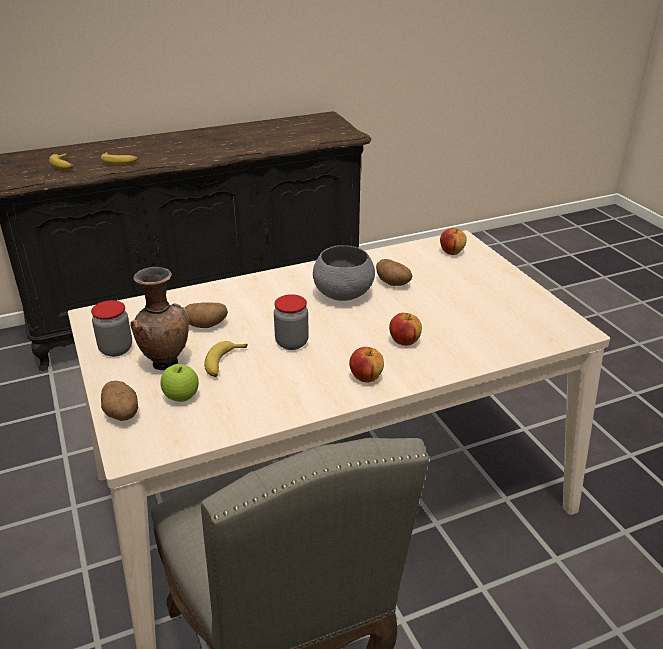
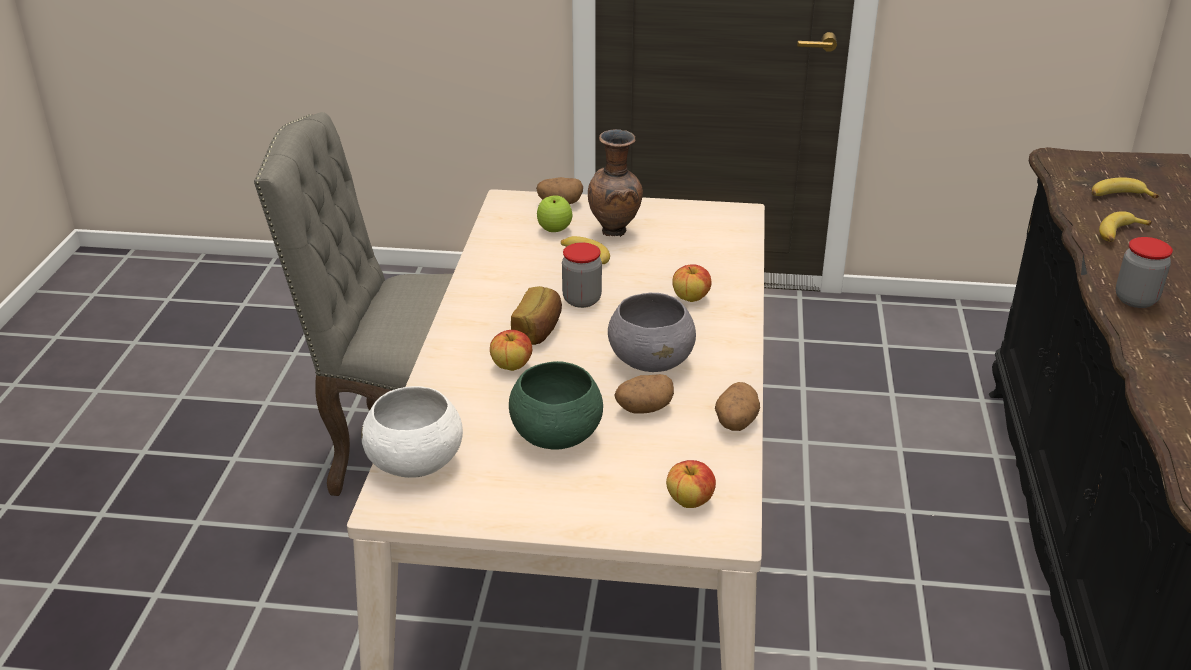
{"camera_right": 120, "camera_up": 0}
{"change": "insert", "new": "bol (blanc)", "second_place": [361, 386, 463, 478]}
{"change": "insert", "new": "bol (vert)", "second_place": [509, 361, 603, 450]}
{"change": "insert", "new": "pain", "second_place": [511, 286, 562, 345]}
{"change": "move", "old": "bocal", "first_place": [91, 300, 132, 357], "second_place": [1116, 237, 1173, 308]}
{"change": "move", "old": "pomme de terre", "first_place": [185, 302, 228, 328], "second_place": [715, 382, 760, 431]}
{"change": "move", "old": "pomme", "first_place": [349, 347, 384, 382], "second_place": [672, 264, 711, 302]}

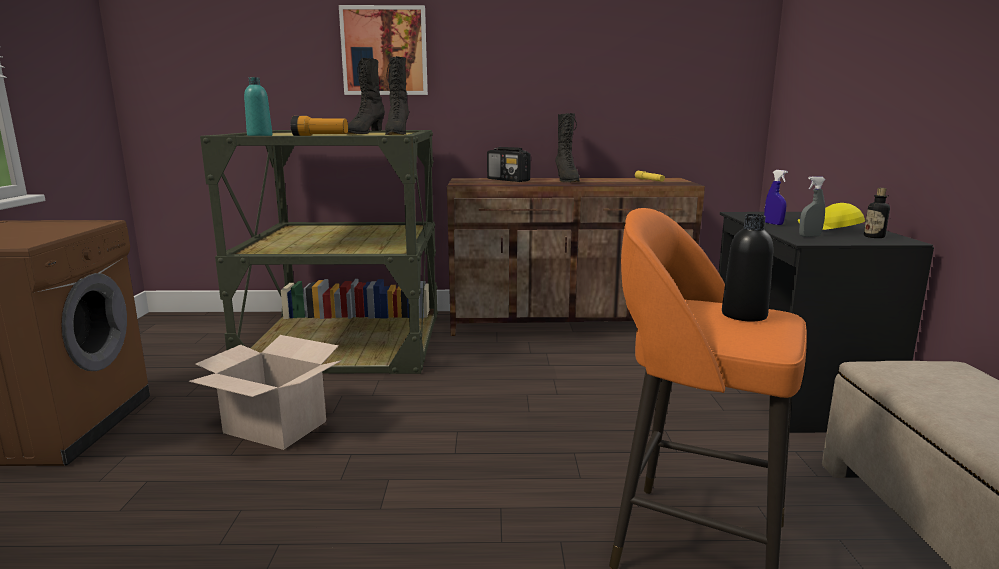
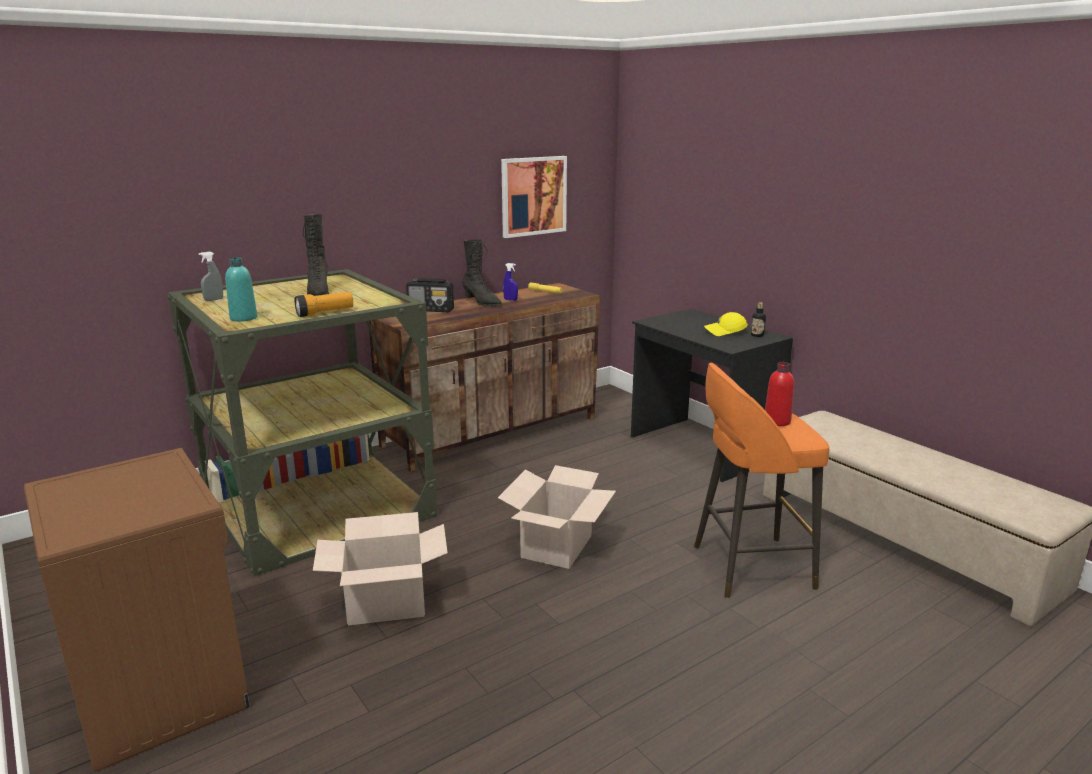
{"camera_right": -35, "camera_up": 5}
{"change": "delete", "old": "botte (noir)", "first_place": [385, 56, 409, 135]}
{"change": "insert", "new": "carton", "second_place": [498, 465, 616, 569]}
{"change": "move", "old": "tableau", "first_place": [339, 5, 428, 95], "second_place": [501, 156, 567, 238]}
{"change": "move", "old": "vaporisateur (bleu)", "first_place": [764, 170, 788, 225], "second_place": [503, 263, 518, 301]}
{"change": "move", "old": "vaporisateur (gris)", "first_place": [799, 176, 826, 237], "second_place": [199, 251, 223, 301]}
{"change": "recolor", "old": "bouteille (noir)", "new": "bouteille (rouge)", "first_place": [722, 214, 773, 322], "second_place": [765, 362, 794, 426]}

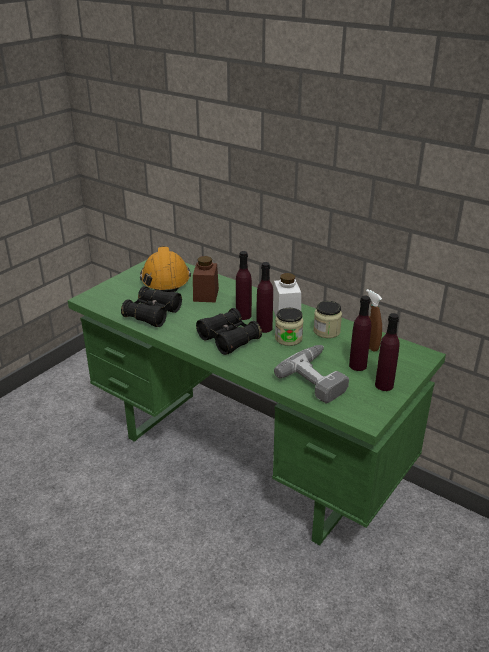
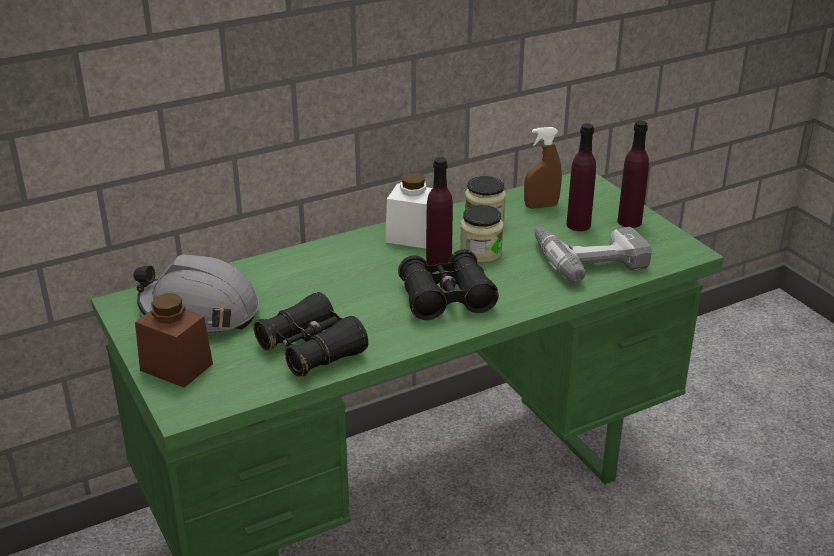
{"camera_right": -65, "camera_up": 0}
{"change": "delete", "old": "bouteille (violet)", "first_place": [236, 251, 252, 320]}
{"change": "move", "old": "bocal (marron)", "first_place": [193, 256, 219, 302], "second_place": [135, 293, 213, 388]}
{"change": "recolor", "old": "casque de chantier (orange)", "new": "casque de chantier (gris)", "first_place": [140, 246, 191, 292], "second_place": [133, 254, 259, 332]}

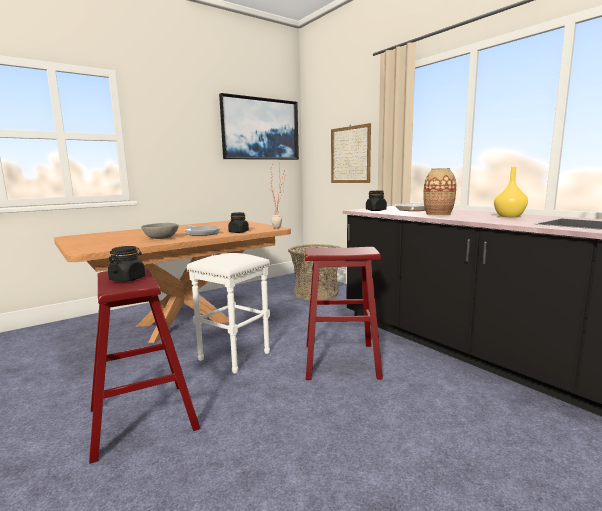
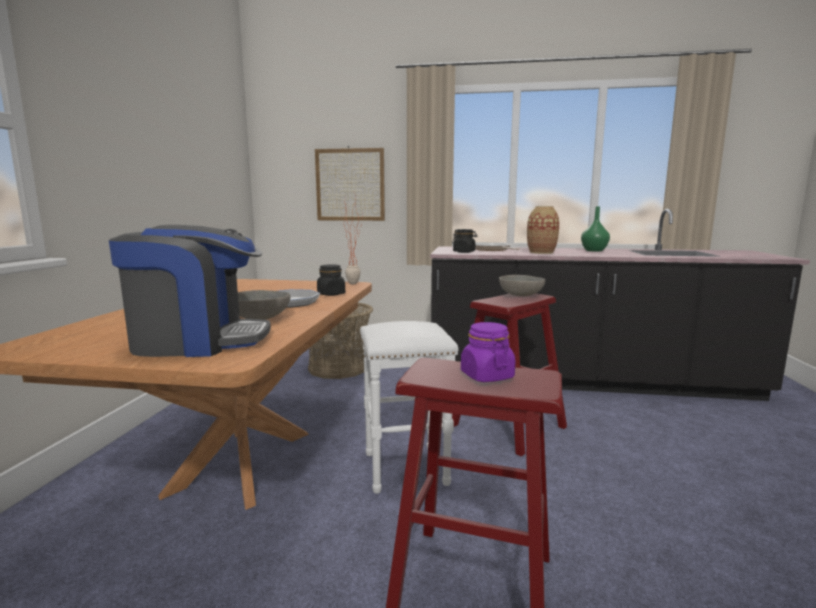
{"camera_right": -45, "camera_up": 0}
{"change": "delete", "old": "tableau", "first_place": [219, 93, 299, 160]}
{"change": "insert", "new": "machine à café", "second_place": [109, 225, 271, 357]}
{"change": "insert", "new": "bol (gris)", "second_place": [499, 275, 545, 297]}
{"change": "recolor", "old": "bocal (noir)", "new": "bocal (violet)", "first_place": [108, 246, 146, 282], "second_place": [461, 322, 516, 382]}
{"change": "recolor", "old": "vase (jaune)", "new": "vase (vert)", "first_place": [494, 167, 528, 217], "second_place": [581, 206, 610, 252]}

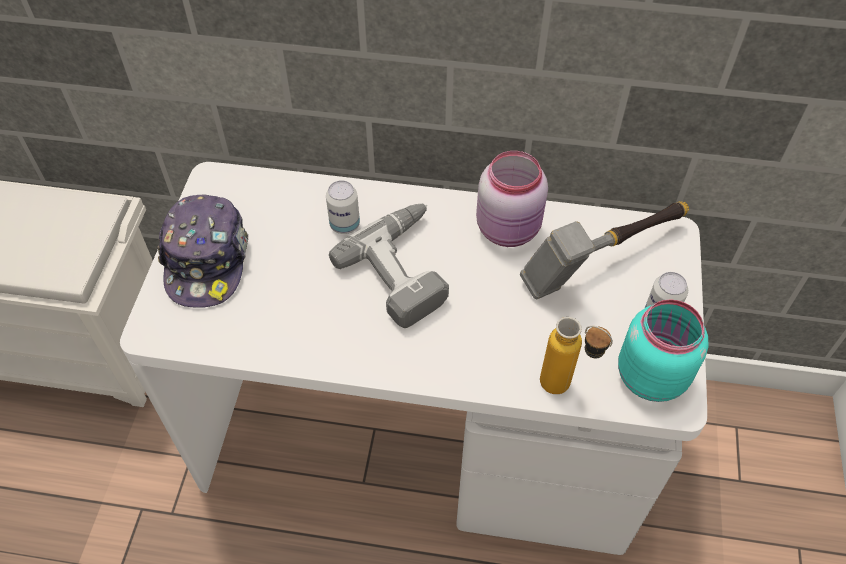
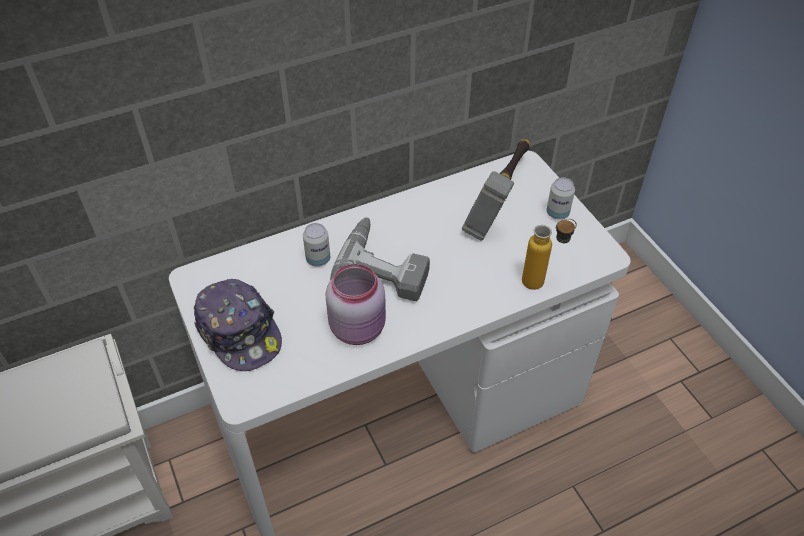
{"camera_right": -35, "camera_up": -5}
{"change": "delete", "old": "bocal (turquoise)", "first_place": [618, 299, 709, 402]}
{"change": "move", "old": "bocal (rose)", "first_place": [476, 151, 548, 247], "second_place": [326, 264, 386, 345]}

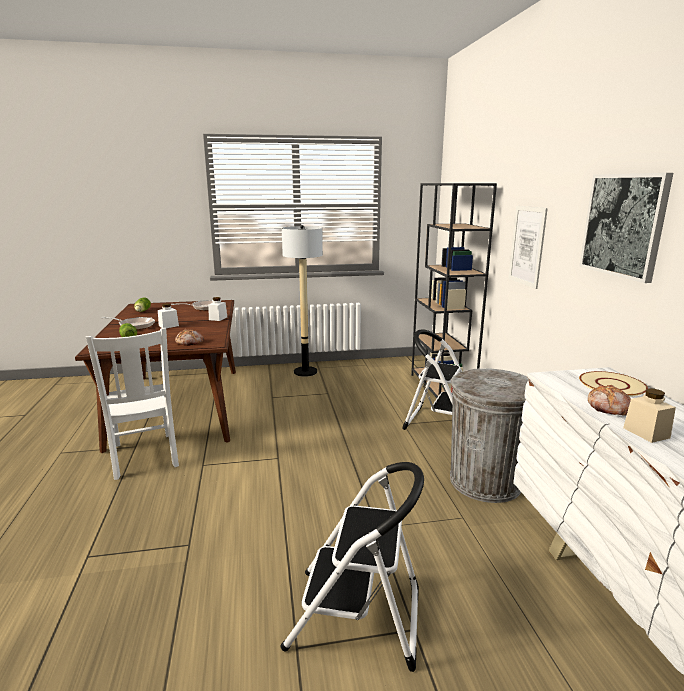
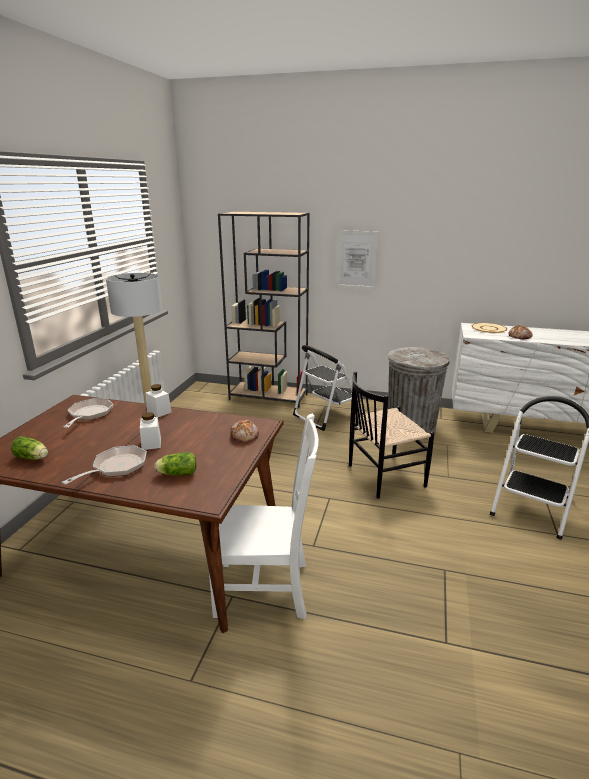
{"camera_right": -65, "camera_up": 5}
{"change": "delete", "old": "tableau", "first_place": [579, 173, 673, 283]}
{"change": "delete", "old": "bocal (beige)", "first_place": [623, 389, 676, 443]}
{"change": "insert", "new": "chaise (noir)", "second_place": [349, 372, 434, 499]}

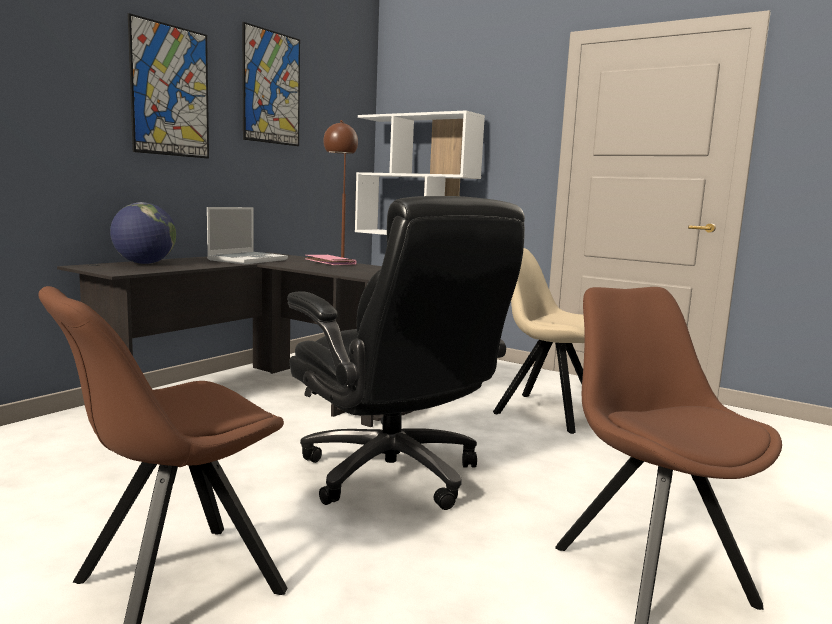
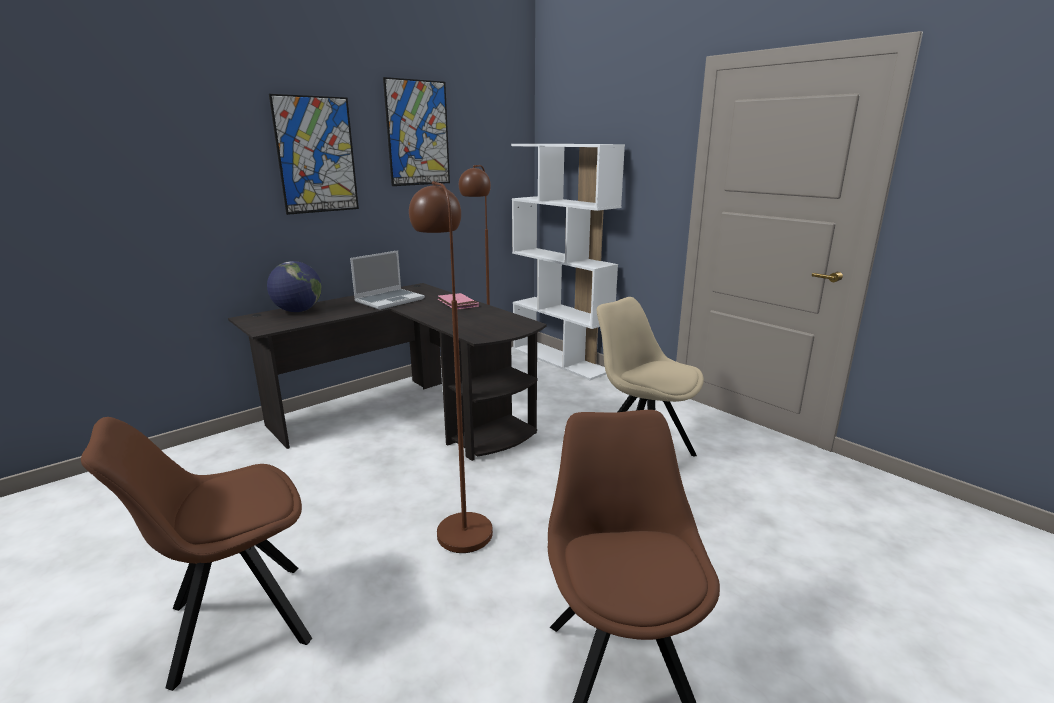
{"camera_right": 15, "camera_up": 10}
{"change": "replace", "old": "chaise de bureau (noir)", "new": "lampadaire (marron)", "first_place": [287, 196, 525, 510], "second_place": [409, 181, 493, 553]}

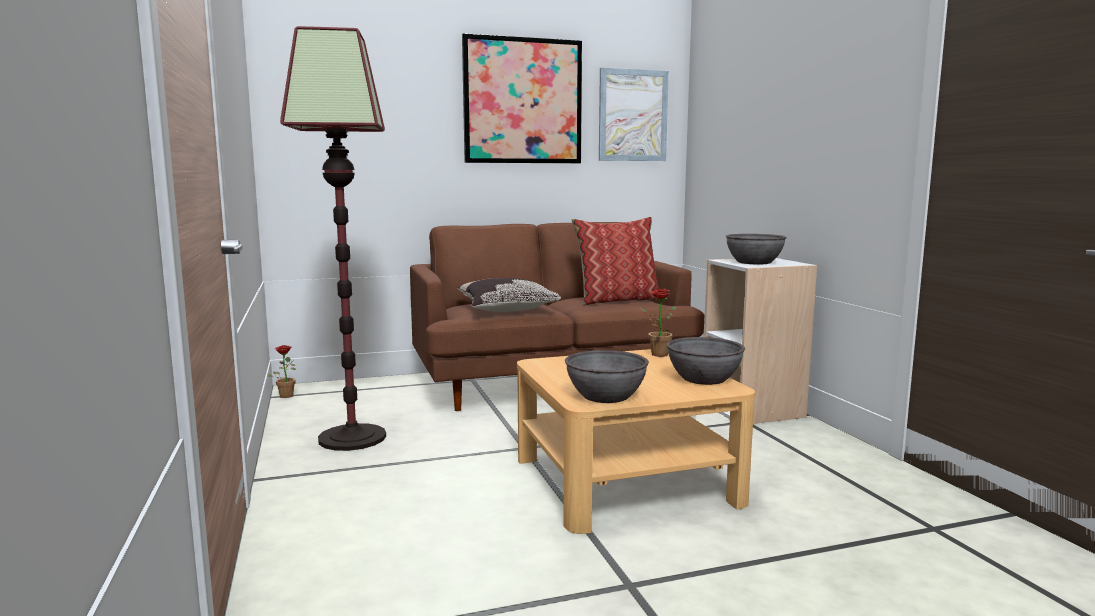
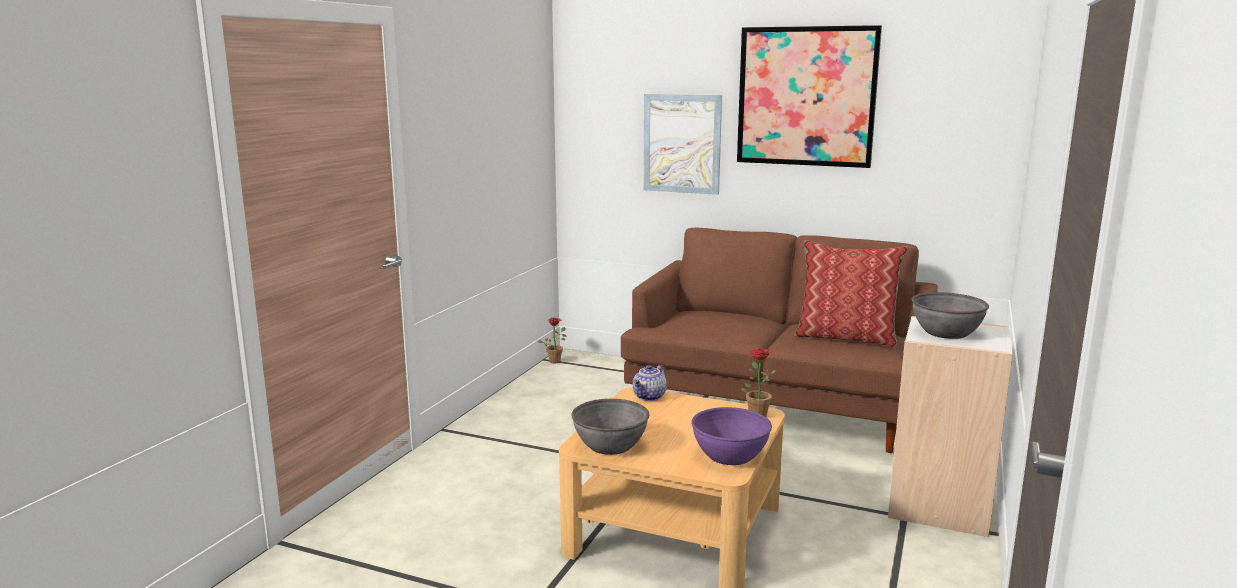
{"camera_right": 40, "camera_up": 5}
{"change": "delete", "old": "lampadaire", "first_place": [280, 26, 386, 451]}
{"change": "delete", "old": "coussin", "first_place": [457, 278, 561, 312]}
{"change": "insert", "new": "théière", "second_place": [633, 365, 667, 401]}
{"change": "move", "old": "tableau", "first_place": [599, 68, 669, 161], "second_place": [643, 94, 722, 195]}
{"change": "recolor", "old": "bol (gris)", "new": "bol (violet)", "first_place": [667, 337, 745, 385], "second_place": [691, 407, 772, 465]}

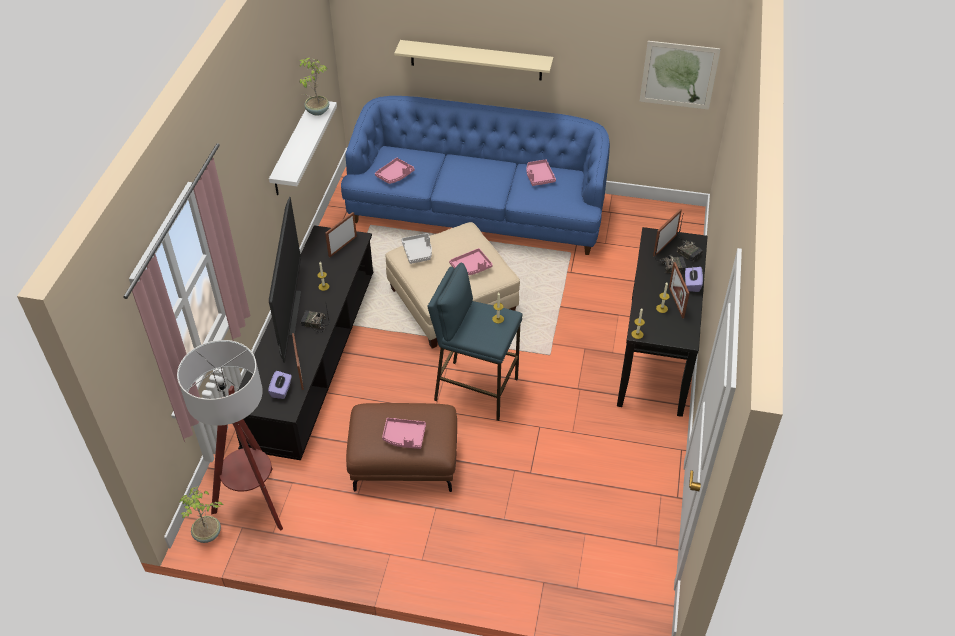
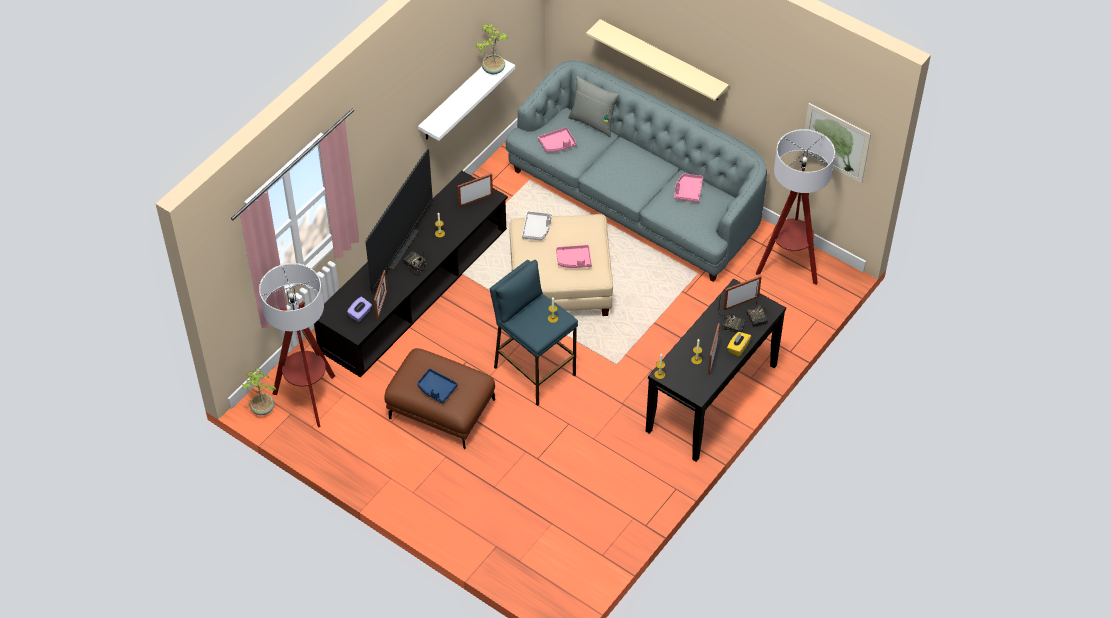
{"camera_right": 25, "camera_up": 5}
{"change": "insert", "new": "coussin (gris)", "second_place": [568, 76, 619, 137]}
{"change": "insert", "new": "lampadaire", "second_place": [756, 129, 835, 285]}
{"change": "recolor", "old": "canapé (bleu)", "new": "canapé (gris)", "first_place": [341, 96, 610, 255], "second_place": [506, 60, 767, 282]}
{"change": "recolor", "old": "plateau (rose)", "new": "plateau (bleu)", "first_place": [382, 418, 426, 449], "second_place": [417, 368, 458, 403]}
{"change": "recolor", "old": "boîte à mouchoirs (violet)", "new": "boîte à mouchoirs (jaune)", "first_place": [685, 267, 703, 292], "second_place": [727, 332, 751, 357]}

